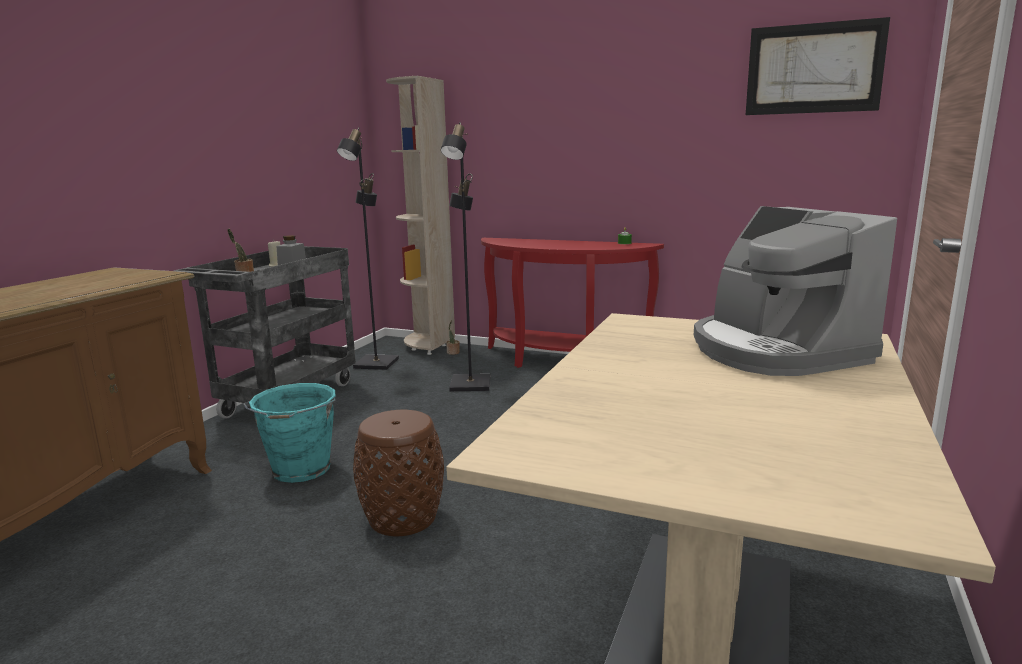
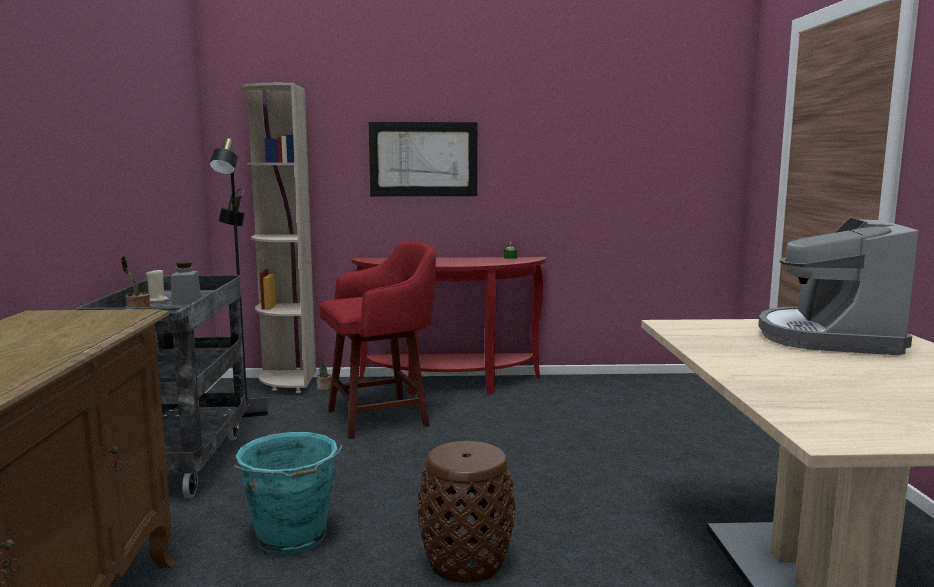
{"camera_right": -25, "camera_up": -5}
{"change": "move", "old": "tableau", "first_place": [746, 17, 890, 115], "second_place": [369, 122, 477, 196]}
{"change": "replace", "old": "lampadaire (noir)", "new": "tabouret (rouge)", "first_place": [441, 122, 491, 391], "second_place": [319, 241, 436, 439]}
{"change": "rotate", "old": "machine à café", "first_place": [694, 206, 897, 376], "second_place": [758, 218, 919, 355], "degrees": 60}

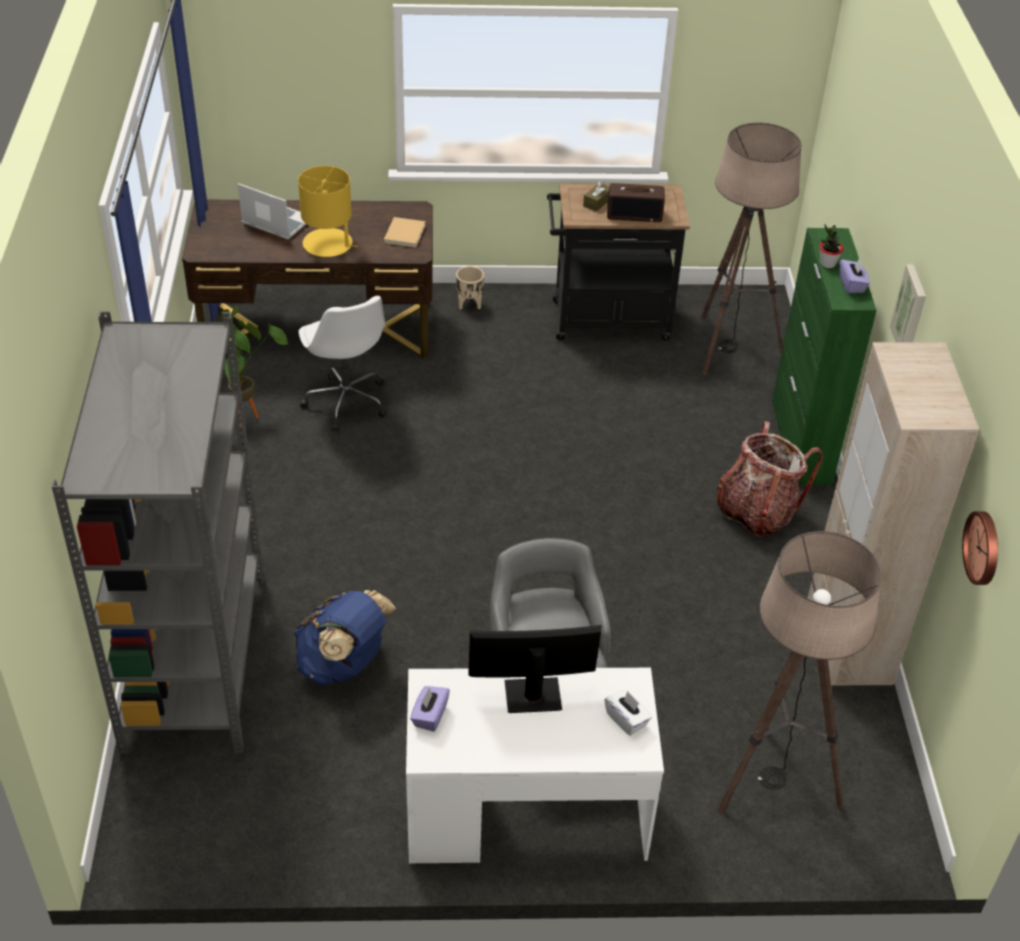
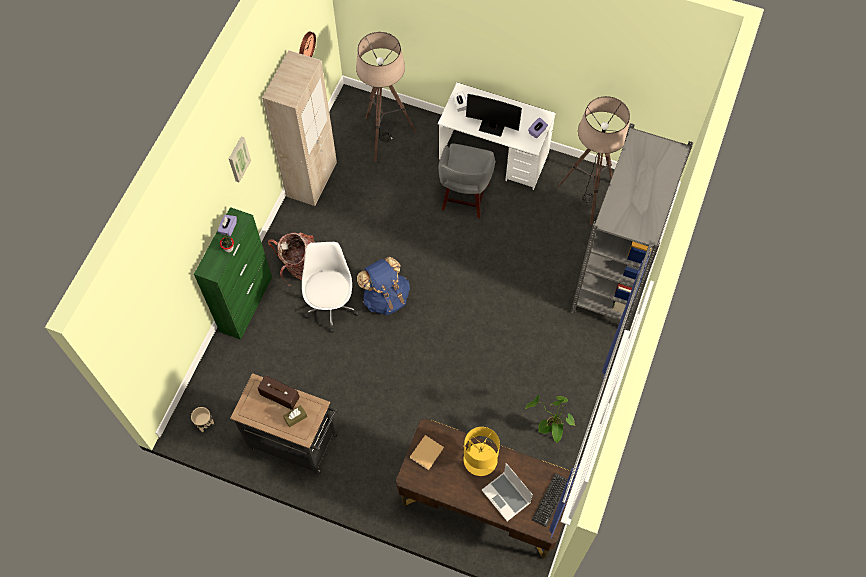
{"camera_right": -155, "camera_up": 20}
{"change": "insert", "new": "clavier", "second_place": [532, 473, 568, 527]}
{"change": "move", "old": "sac à dos (bleu)", "first_place": [294, 590, 396, 685], "second_place": [357, 257, 410, 315]}
{"change": "move", "old": "chaise de bureau (blanc)", "first_place": [299, 296, 387, 431], "second_place": [302, 242, 359, 333]}
{"change": "move", "old": "cache-pot (beige)", "first_place": [456, 266, 484, 309], "second_place": [191, 407, 214, 432]}
{"change": "move", "old": "lampadaire", "first_place": [700, 123, 801, 375], "second_place": [558, 96, 630, 225]}

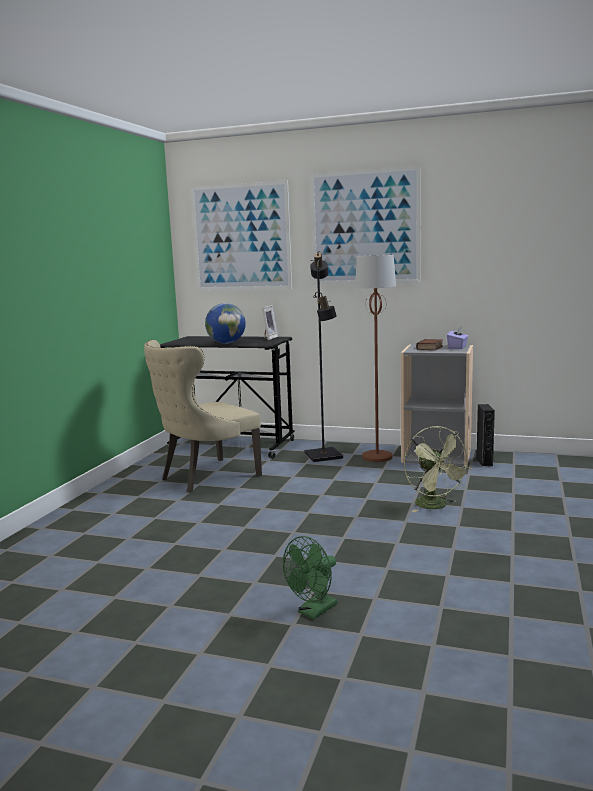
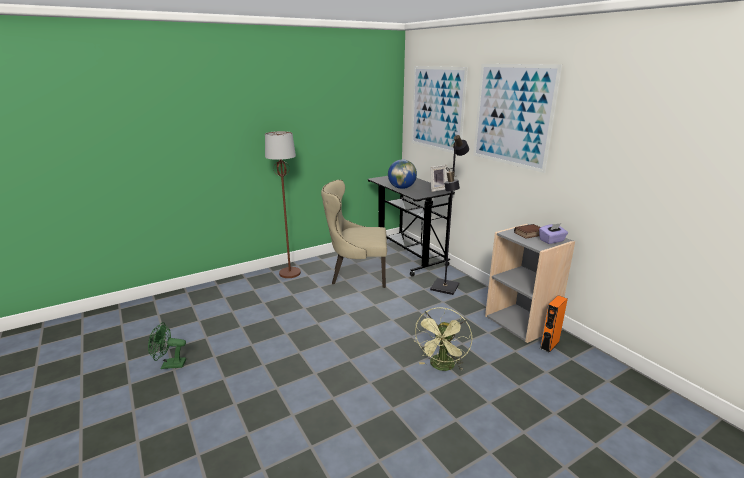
{"camera_right": 40, "camera_up": 10}
{"change": "move", "old": "ventilateur (vert)", "first_place": [283, 536, 337, 619], "second_place": [148, 322, 186, 369]}
{"change": "move", "old": "lampadaire (marron)", "first_place": [355, 255, 396, 462], "second_place": [265, 131, 301, 278]}
{"change": "recolor", "old": "enceinte (noir)", "new": "enceinte (orange)", "first_place": [477, 404, 495, 467], "second_place": [540, 295, 568, 353]}

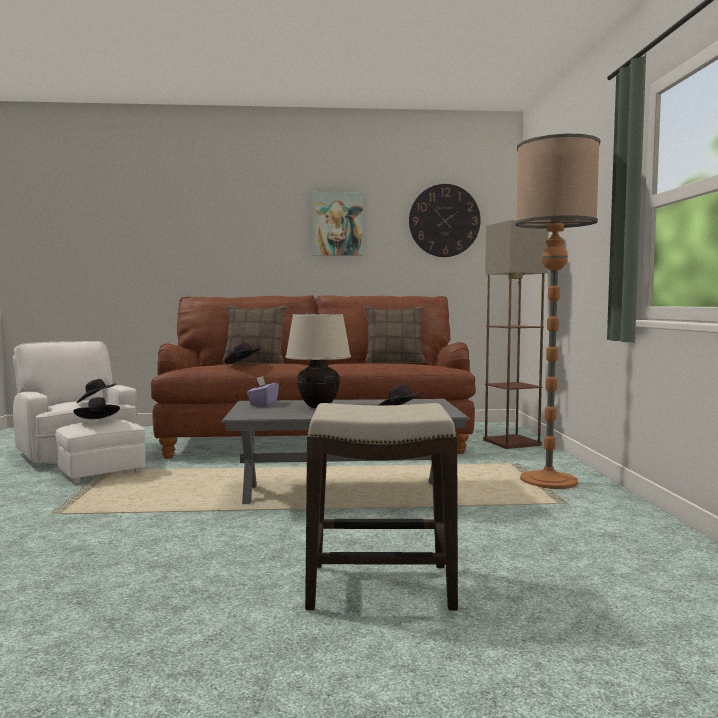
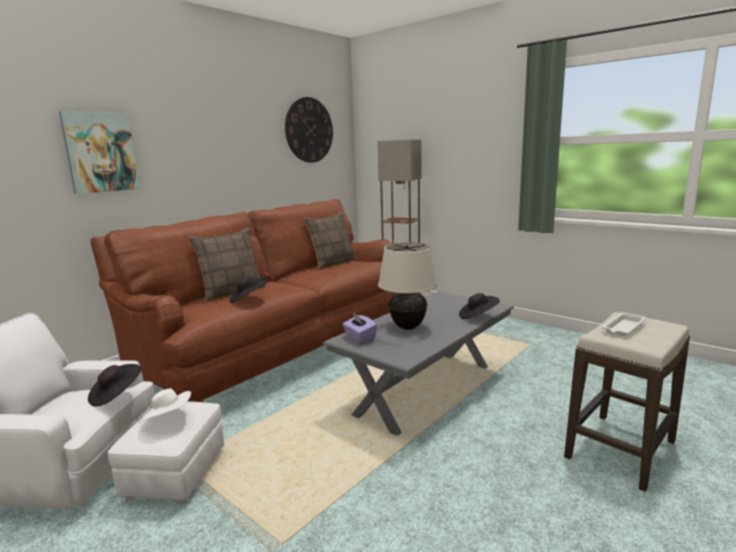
{"camera_right": -45, "camera_up": 10}
{"change": "delete", "old": "lampadaire", "first_place": [515, 134, 601, 489]}
{"change": "insert", "new": "plateau (blanc)", "second_place": [602, 312, 647, 336]}
{"change": "move", "old": "tableau", "first_place": [312, 192, 363, 256], "second_place": [59, 111, 140, 194]}
{"change": "recolor", "old": "chapeau (noir)", "new": "chapeau (blanc)", "first_place": [74, 397, 120, 419], "second_place": [139, 388, 191, 423]}

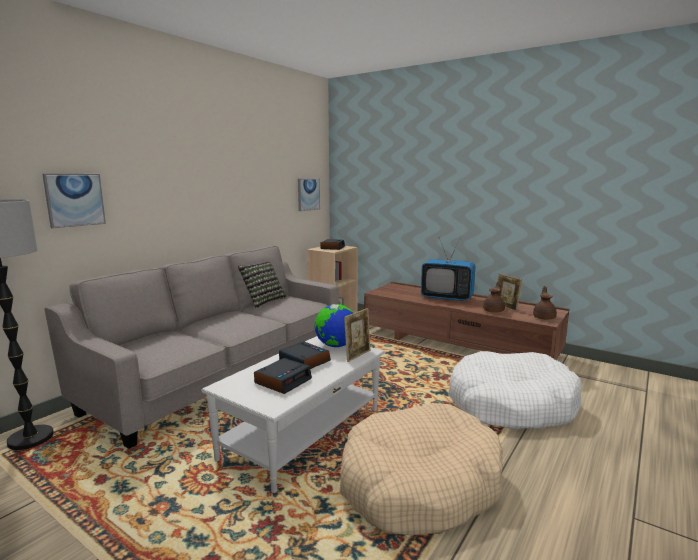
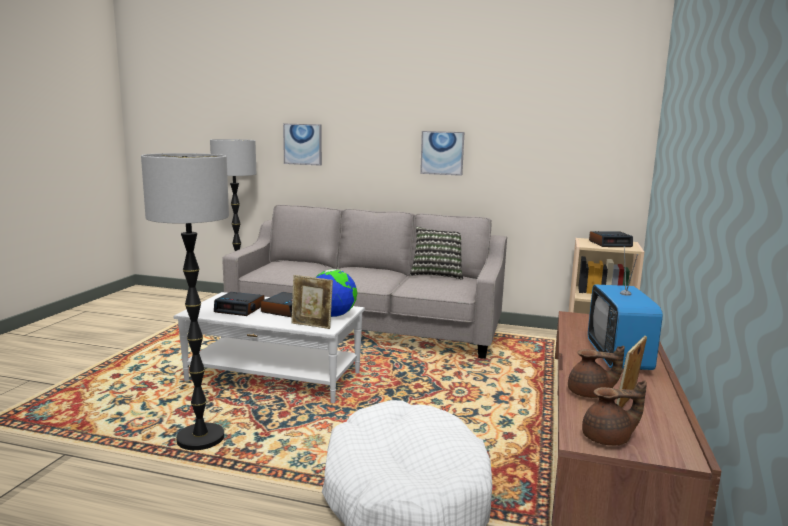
{"camera_right": 70, "camera_up": 0}
{"change": "move", "old": "tableau", "first_place": [298, 179, 320, 211], "second_place": [420, 131, 464, 176]}
{"change": "replace", "old": "panier pour chien (beige)", "new": "lampadaire", "first_place": [340, 403, 503, 535], "second_place": [141, 153, 229, 450]}

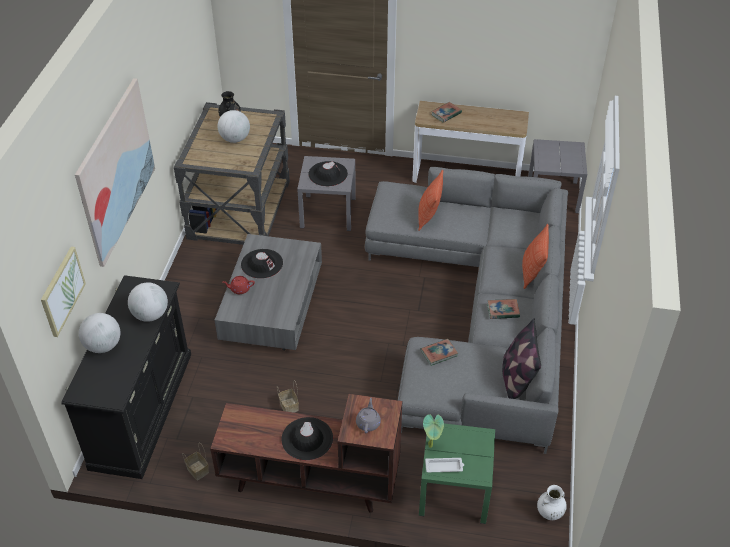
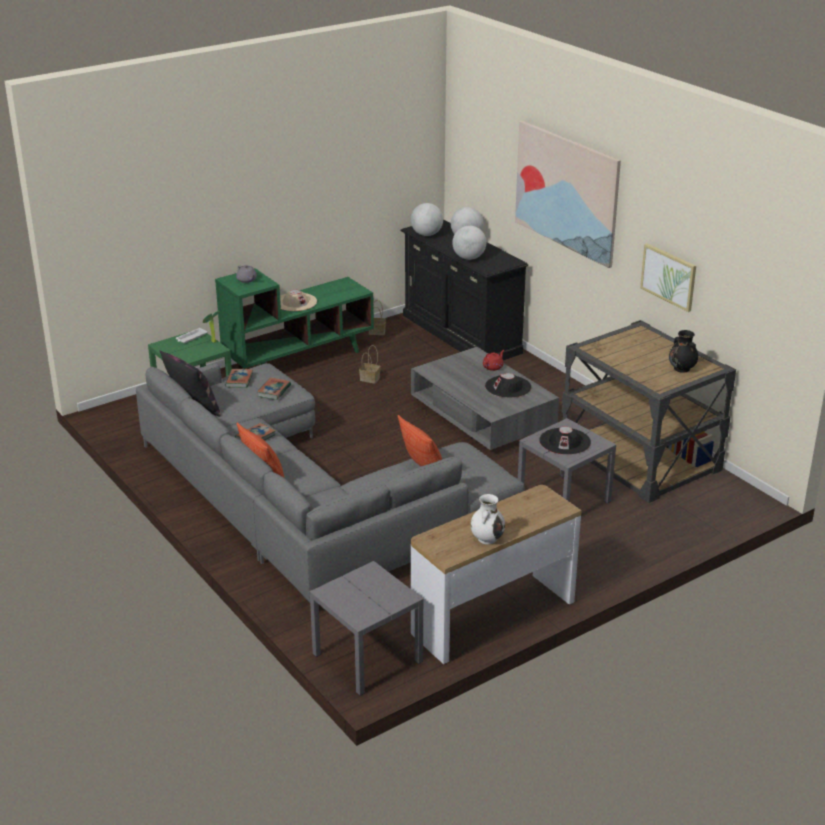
{"camera_right": 135, "camera_up": -15}
{"change": "move", "old": "tableau", "first_place": [41, 246, 86, 337], "second_place": [640, 243, 696, 312]}
{"change": "move", "old": "globe", "first_place": [218, 110, 250, 143], "second_place": [411, 203, 443, 236]}
{"change": "move", "old": "livre", "first_place": [431, 102, 462, 123], "second_place": [225, 369, 253, 388]}
{"change": "move", "old": "vase (blanc)", "first_place": [537, 485, 567, 520], "second_place": [471, 494, 505, 545]}
{"change": "recolor", "old": "meuble télé (marron)", "new": "meuble télé (vert)", "first_place": [210, 394, 403, 513], "second_place": [215, 268, 374, 369]}
{"change": "recolor", "old": "chapeau (noir)", "new": "chapeau (beige)", "first_place": [281, 417, 333, 460], "second_place": [280, 290, 317, 311]}

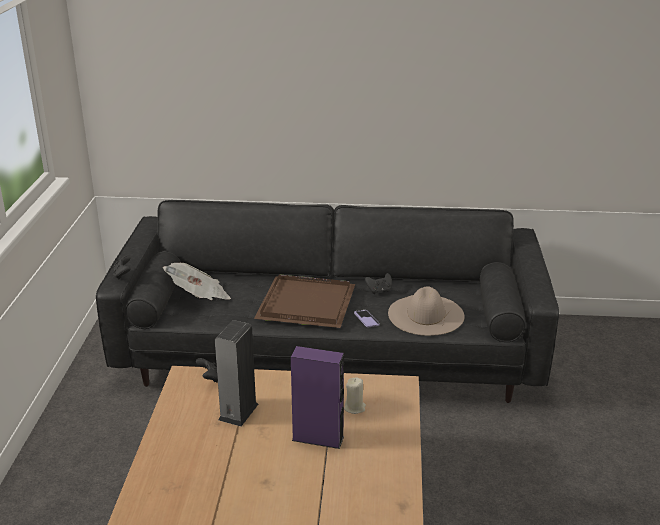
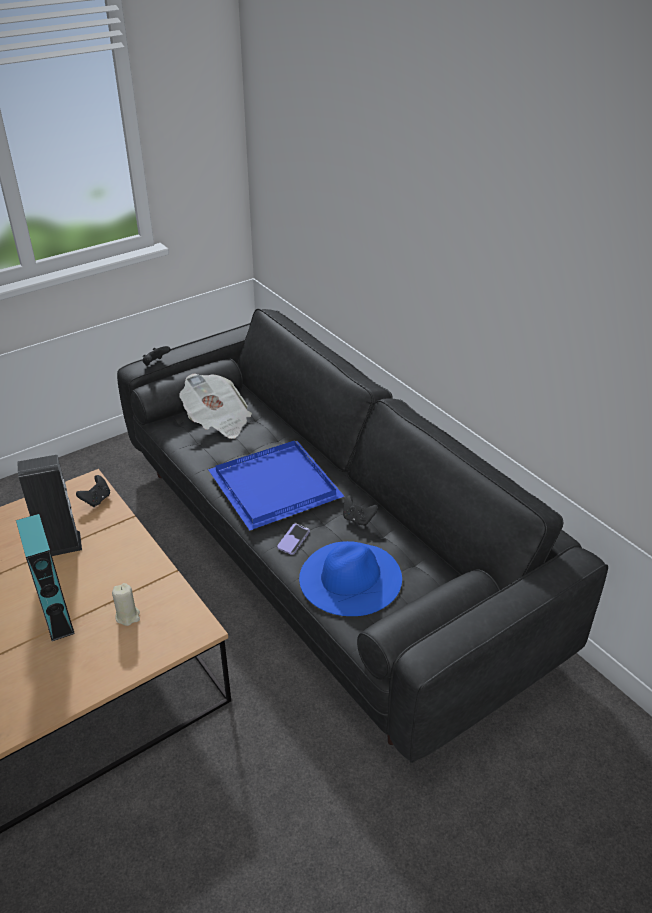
{"camera_right": 50, "camera_up": 10}
{"change": "recolor", "old": "plateau (marron)", "new": "plateau (bleu)", "first_place": [254, 274, 355, 328], "second_place": [208, 440, 345, 531]}
{"change": "recolor", "old": "enceinte (violet)", "new": "enceinte (turquoise)", "first_place": [291, 346, 344, 449], "second_place": [16, 514, 75, 641]}
{"change": "recolor", "old": "chapeau (beige)", "new": "chapeau (bleu)", "first_place": [388, 286, 464, 336], "second_place": [299, 541, 402, 616]}

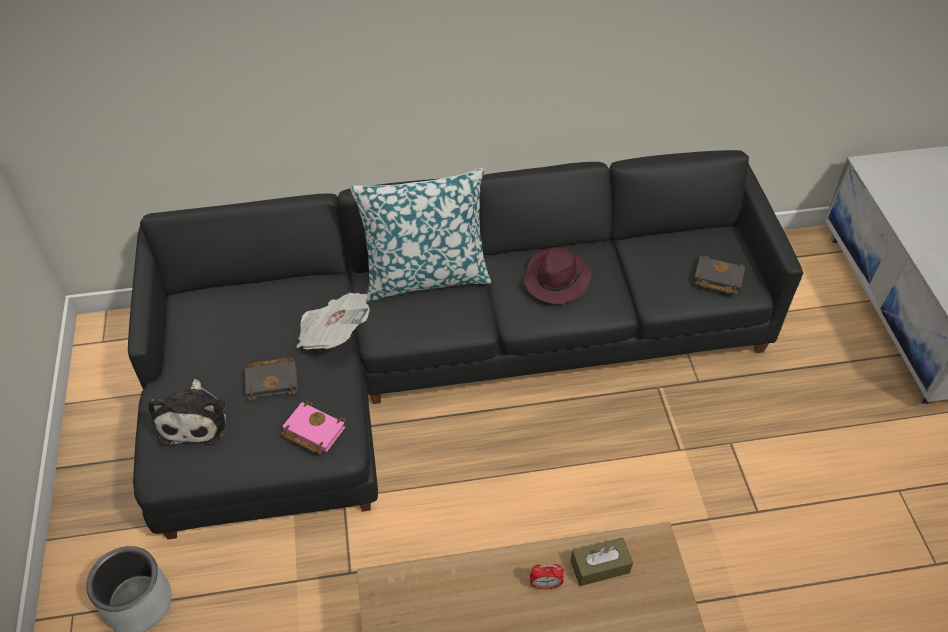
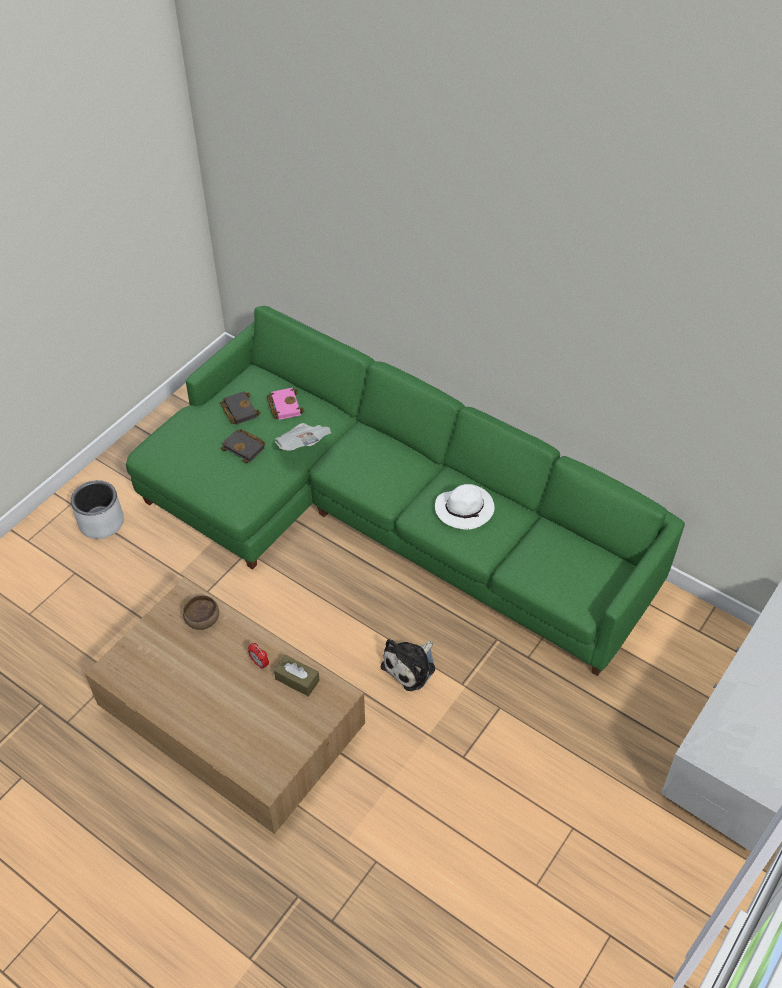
{"camera_right": 45, "camera_up": 0}
{"change": "delete", "old": "coussin", "first_place": [350, 168, 491, 302]}
{"change": "insert", "new": "bol (marron)", "second_place": [183, 595, 219, 630]}
{"change": "move", "old": "peluche", "first_place": [148, 379, 226, 446], "second_place": [381, 639, 435, 691]}
{"change": "move", "old": "livre (rose)", "first_place": [281, 401, 346, 455], "second_place": [267, 388, 304, 420]}
{"change": "move", "old": "livre (noir)", "first_place": [693, 255, 745, 295], "second_place": [220, 391, 261, 424]}
{"change": "recolor", "old": "canapé (noir)", "new": "canapé (vert)", "first_place": [128, 150, 803, 540], "second_place": [126, 306, 685, 676]}
{"change": "recolor", "old": "chapeau (violet)", "new": "chapeau (blanc)", "first_place": [523, 247, 591, 304], "second_place": [435, 484, 495, 530]}

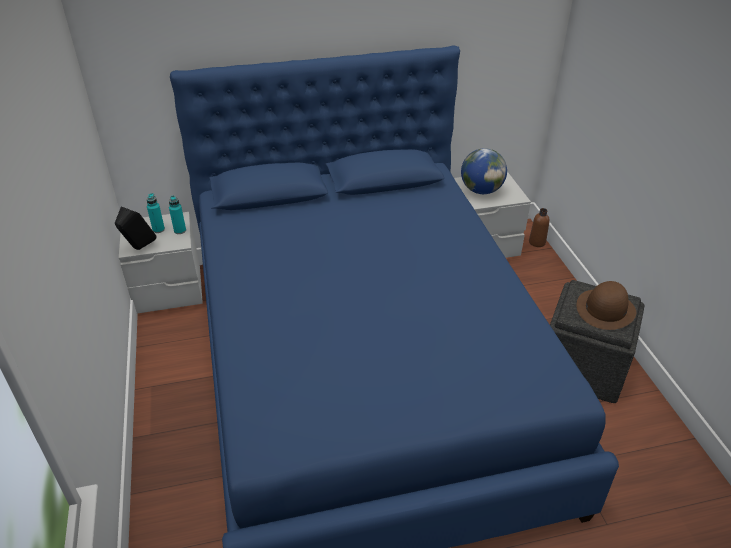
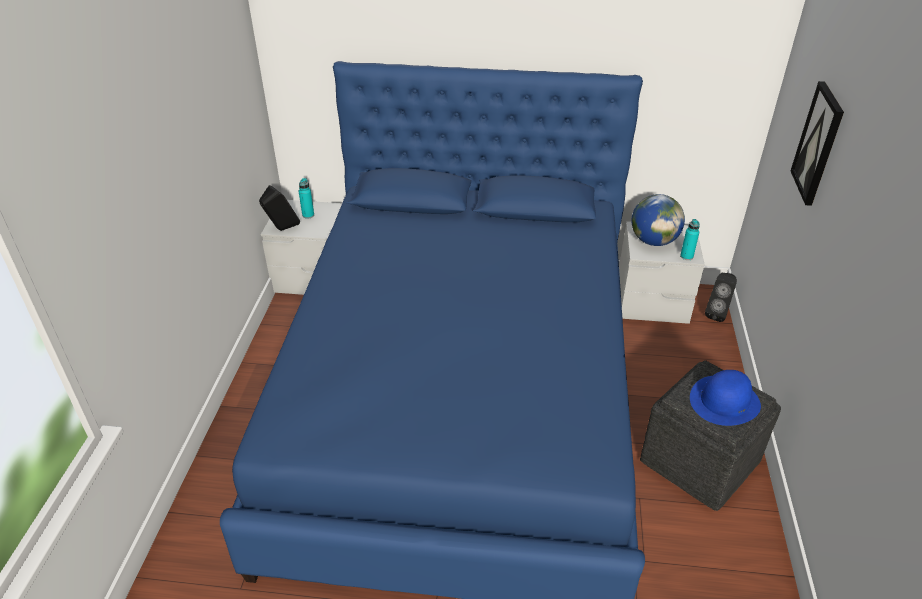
{"camera_right": 20, "camera_up": 0}
{"change": "insert", "new": "tableau", "second_place": [791, 81, 844, 206]}
{"change": "move", "old": "bouteille (turquoise)", "first_place": [169, 195, 186, 234], "second_place": [680, 219, 700, 260]}
{"change": "replace", "old": "bouteille (marron)", "new": "enceinte (noir)", "first_place": [529, 208, 550, 247], "second_place": [705, 273, 737, 322]}
{"change": "recolor", "old": "chapeau (marron)", "new": "chapeau (bleu)", "first_place": [577, 281, 636, 330], "second_place": [690, 370, 761, 426]}

